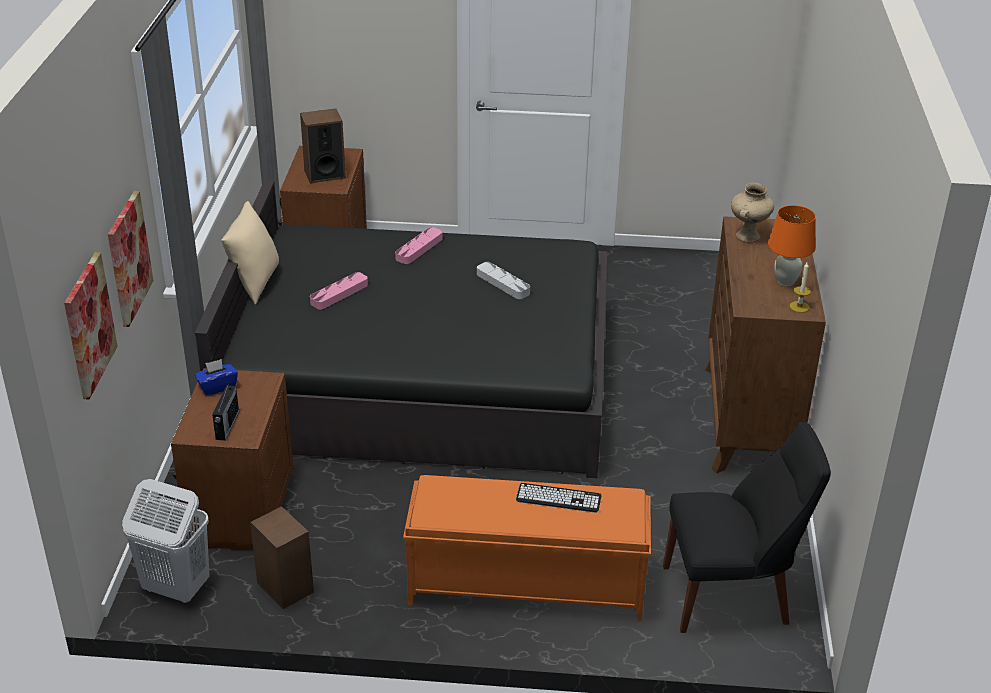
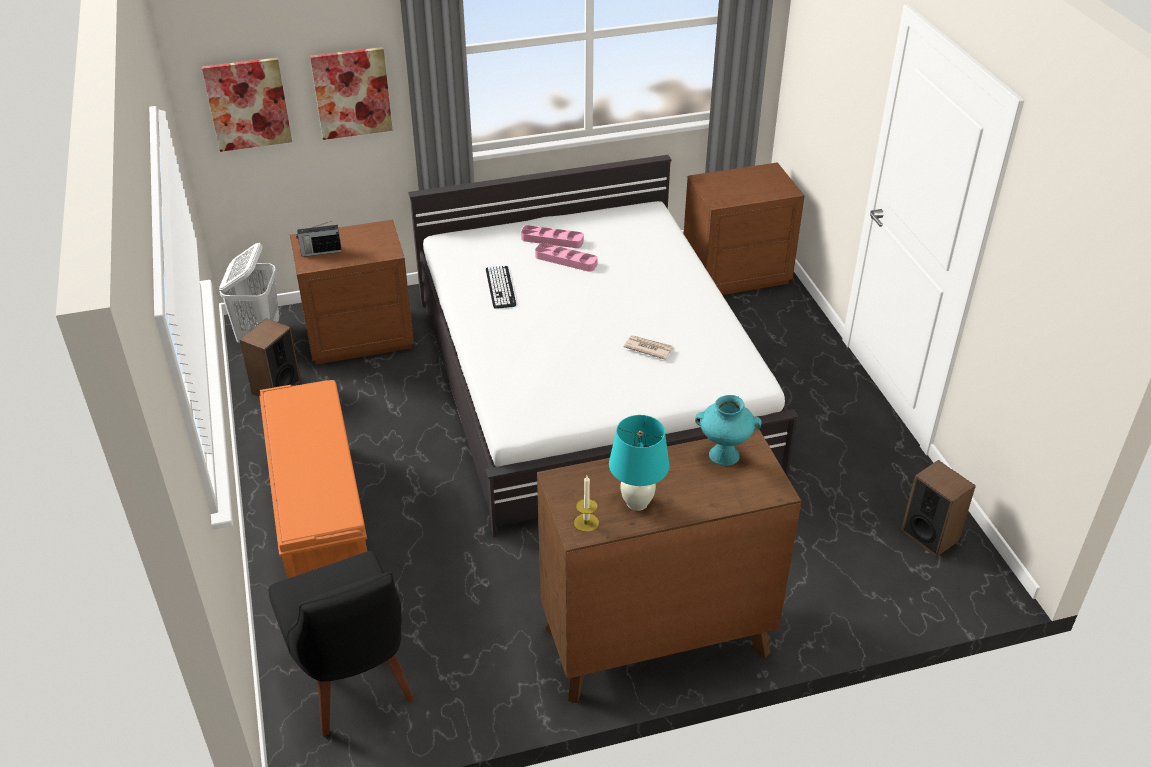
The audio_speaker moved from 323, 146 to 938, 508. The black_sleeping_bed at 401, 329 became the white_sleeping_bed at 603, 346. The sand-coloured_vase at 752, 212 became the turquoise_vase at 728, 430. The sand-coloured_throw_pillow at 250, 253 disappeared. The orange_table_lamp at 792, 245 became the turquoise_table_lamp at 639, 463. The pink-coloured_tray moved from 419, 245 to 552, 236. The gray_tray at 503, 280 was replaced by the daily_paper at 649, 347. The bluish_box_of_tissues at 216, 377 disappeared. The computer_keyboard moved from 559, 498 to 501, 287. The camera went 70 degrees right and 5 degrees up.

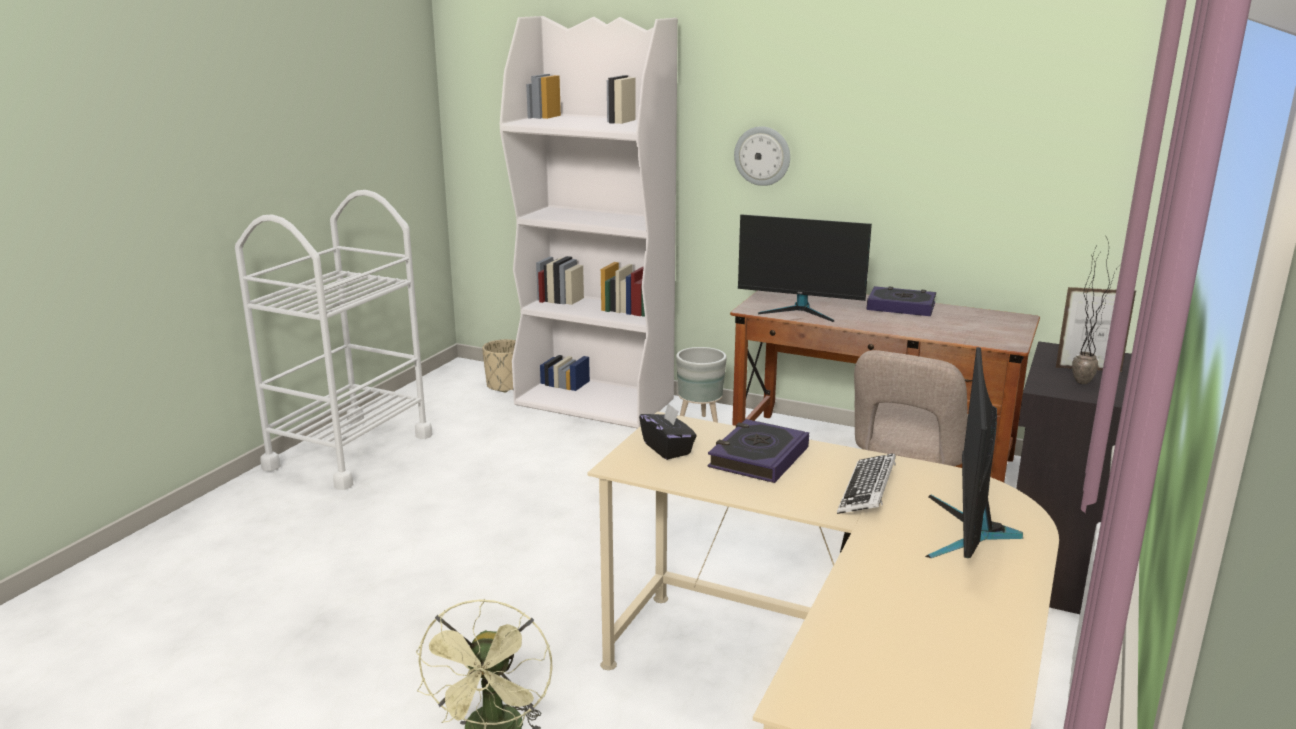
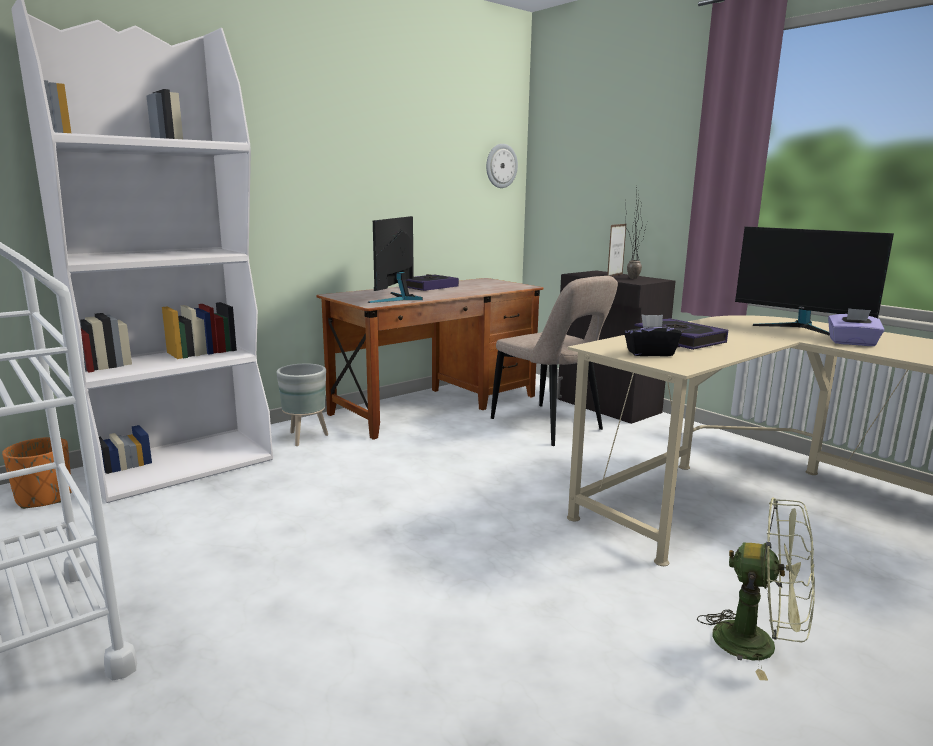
The clock_on_the_wall moved from 762, 156 to 502, 166. The computer_display at 805, 268 turned 150 degrees clockwise. The sand-coloured_flower_pot at 499, 365 became the orange_flower_pot at 37, 473. The computer_keyboard at 866, 483 disappeared. The purplish_box_of_tissues at 856, 327 appeared. The camera went 65 degrees left and 5 degrees down.

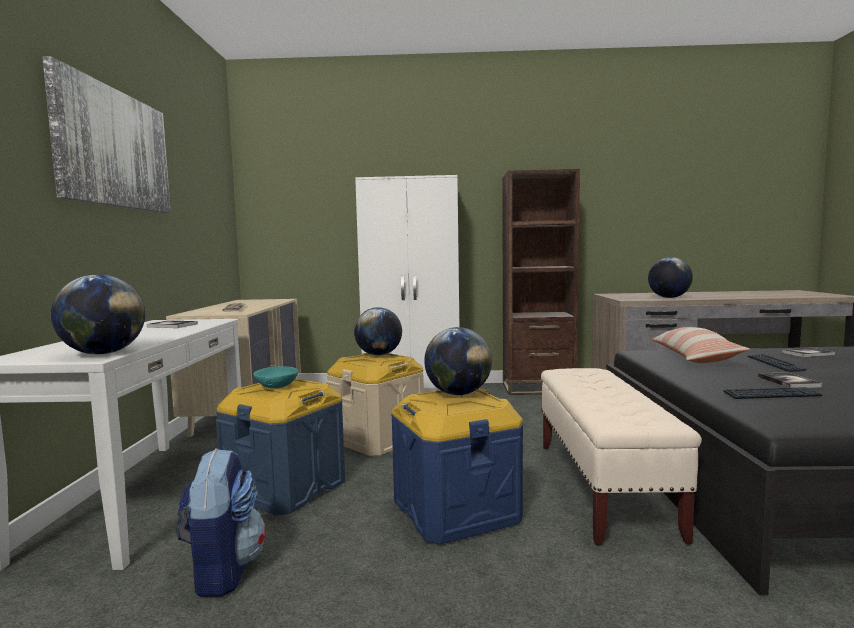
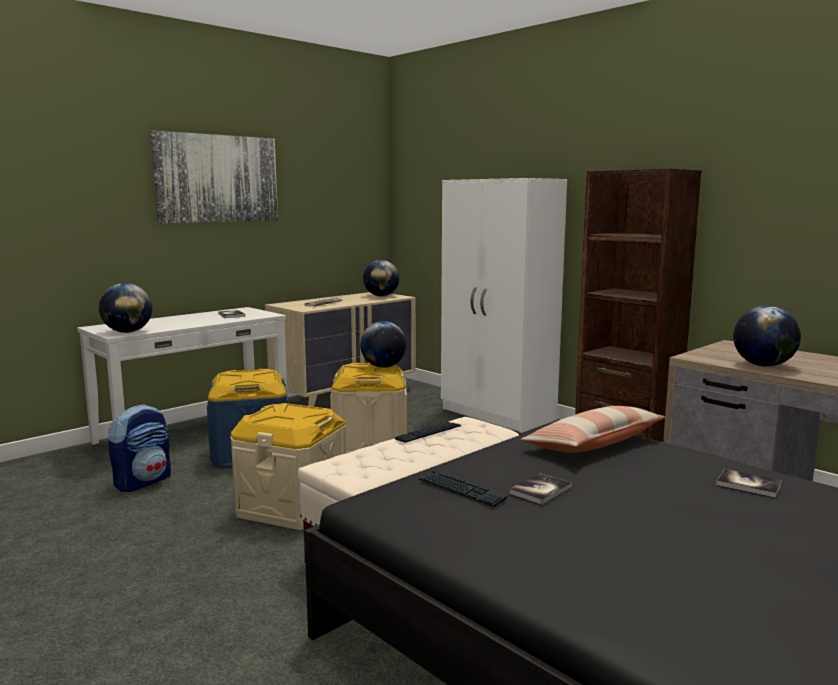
The globe moved from 458, 361 to 381, 278. The computer_keyboard moved from 777, 363 to 427, 432. The turquoise_deep_dish at 276, 377 disappeared. The bluish_storage_bin at 457, 466 became the sand-coloured_storage_bin at 288, 466. The camera went 45 degrees right and 5 degrees up.

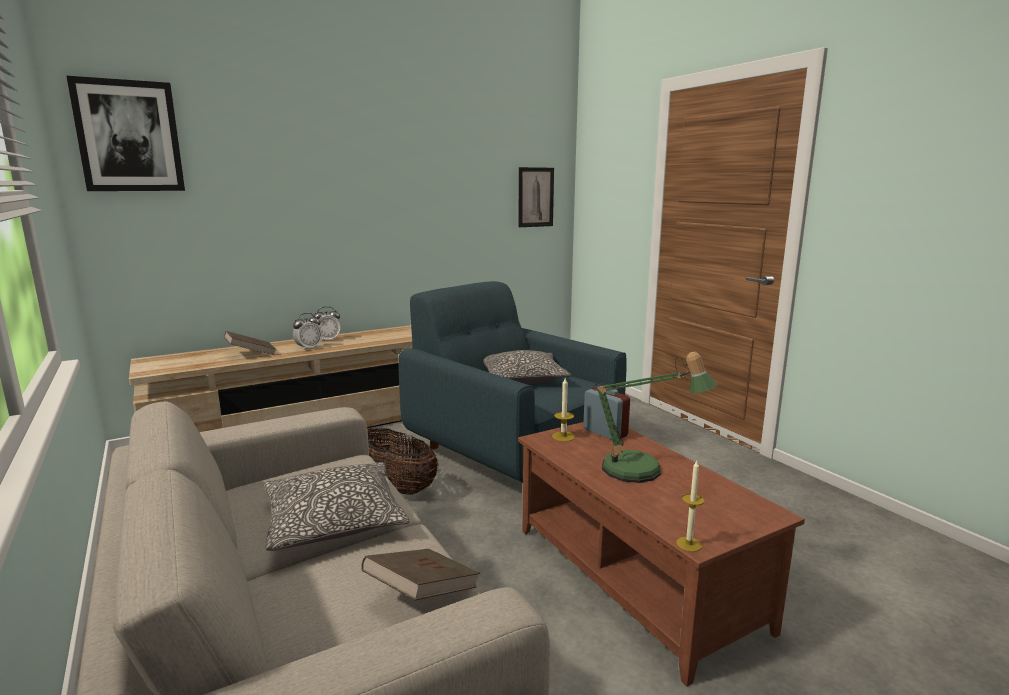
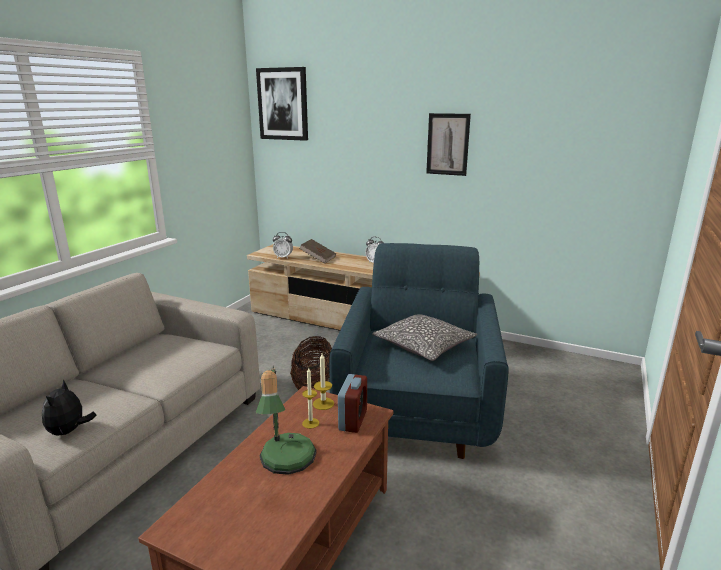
The picture moved from 536, 197 to 448, 144. The table_clock moved from 307, 332 to 283, 245. The wax_light moved from 690, 506 to 310, 398. The throw_pillow at 337, 506 disappeared. The brown-coloured_volume at 420, 574 was replaced by the plush_toy at 69, 408. The camera went 55 degrees right and 5 degrees up.

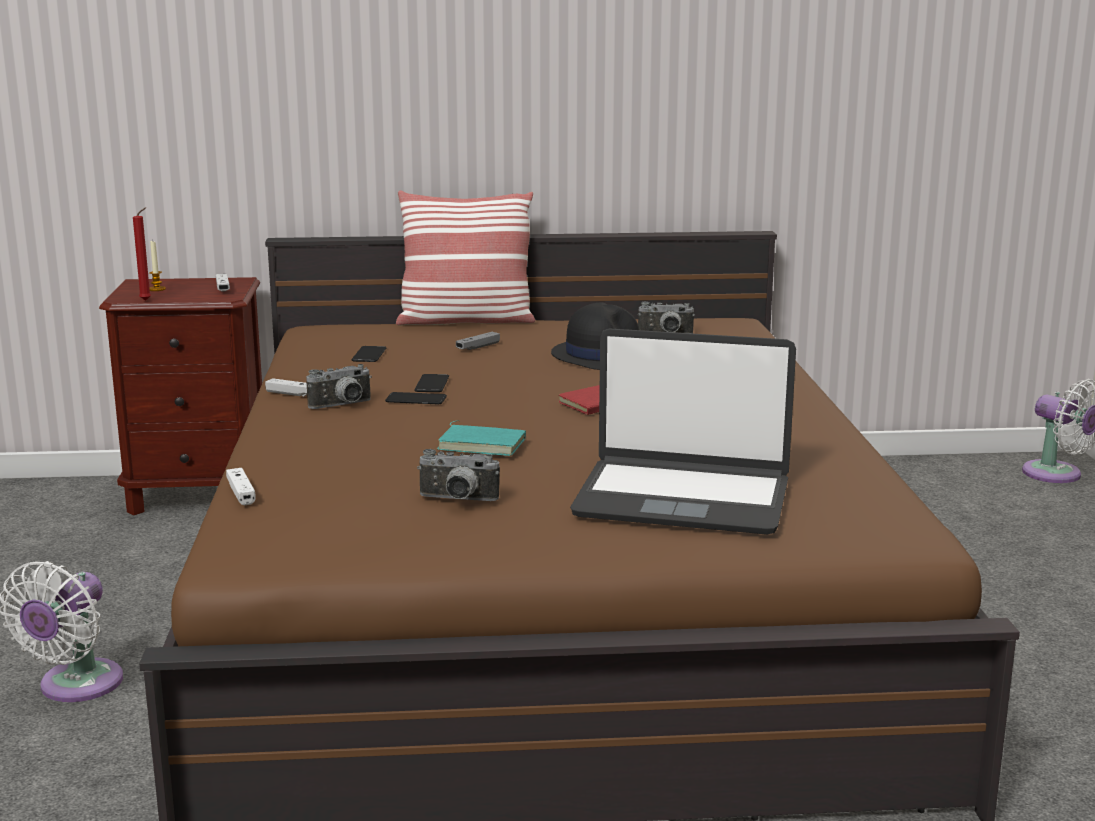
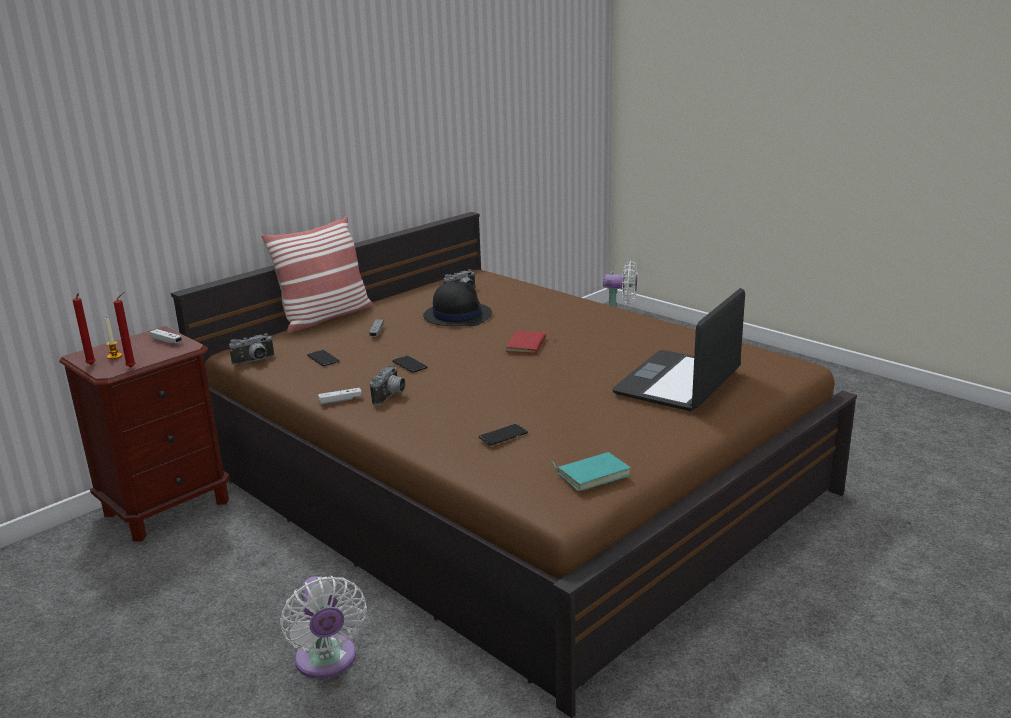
The laptop at 683, 431 turned 150 degrees clockwise. The handset moved from 416, 398 to 503, 434. The turquoise_volume moved from 481, 438 to 592, 471. The still_camera moved from 458, 475 to 251, 349. The white_gamepad at 240, 486 disappeared. The red-coloured_wax_light at 84, 329 appeared. The camera went 40 degrees left and 5 degrees up.

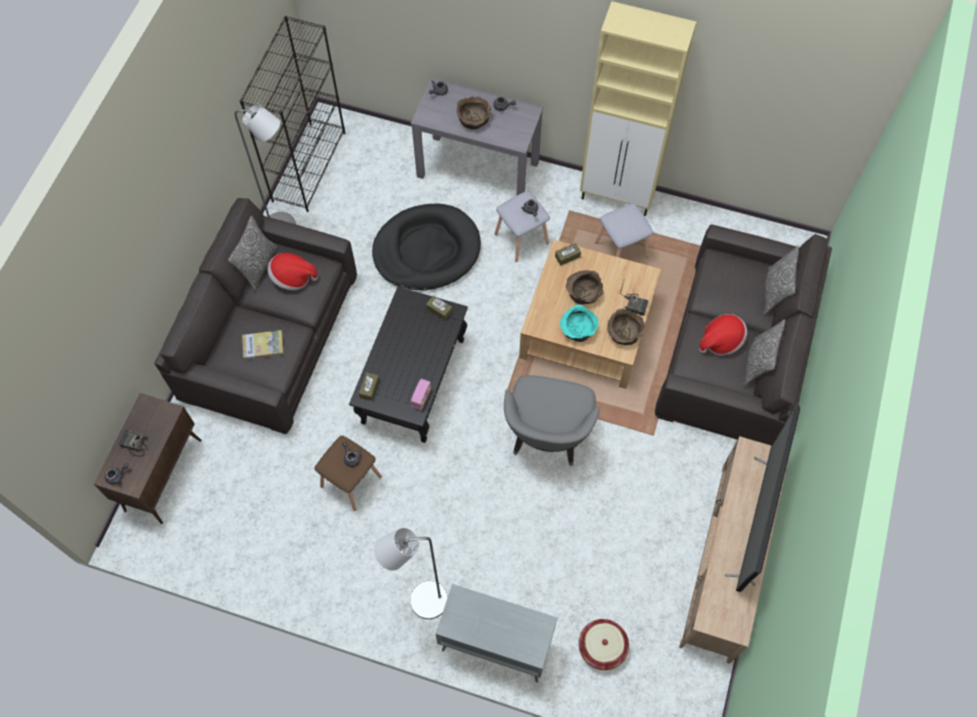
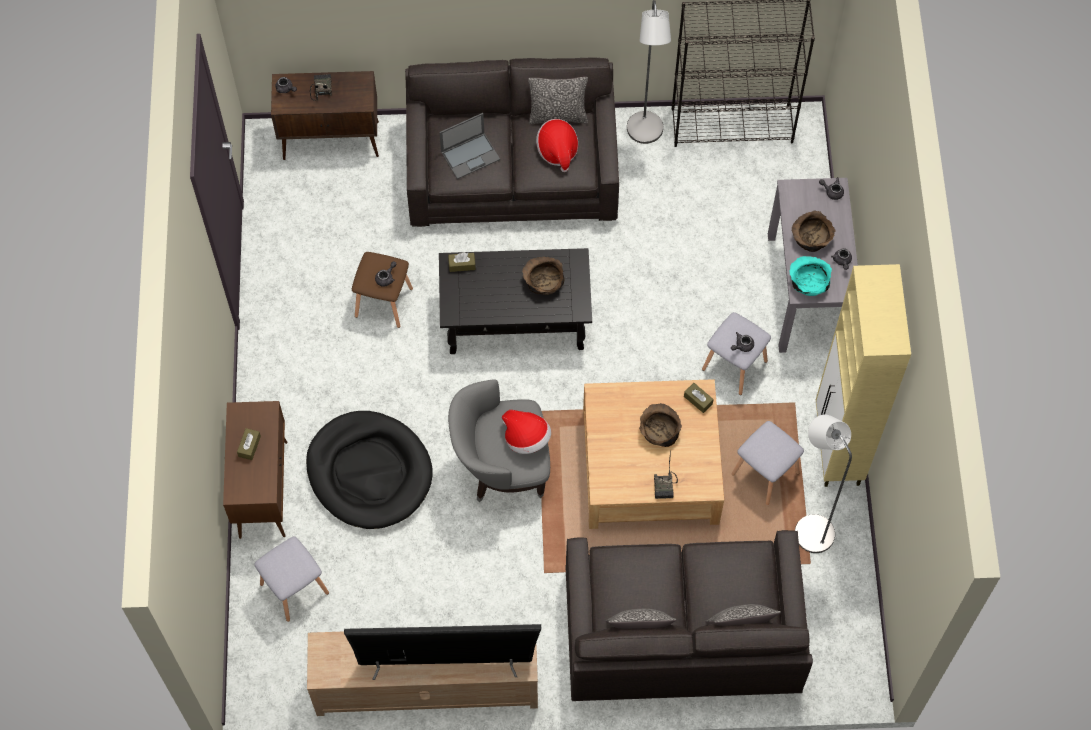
The black_dog_bed moved from 426, 247 to 369, 470. The brown-coloured_box_of_tissues moved from 439, 307 to 249, 444. The turquoise_deep_dish moved from 579, 323 to 811, 276. The brown-coloured_deep_dish moved from 626, 326 to 543, 275. The hat moved from 723, 334 to 526, 432. The volume at 263, 345 was replaced by the laptop at 469, 146. The radio at 421, 394 disappeared. The gray_standing_lamp moved from 411, 573 to 823, 483. The gray_storage_cabinet at 496, 633 became the brown-coloured_storage_cabinet at 255, 470. The household_basket at 604, 644 was replaced by the gray_stool_seat at 291, 579. The camera went 70 degrees right and 0 degrees up.

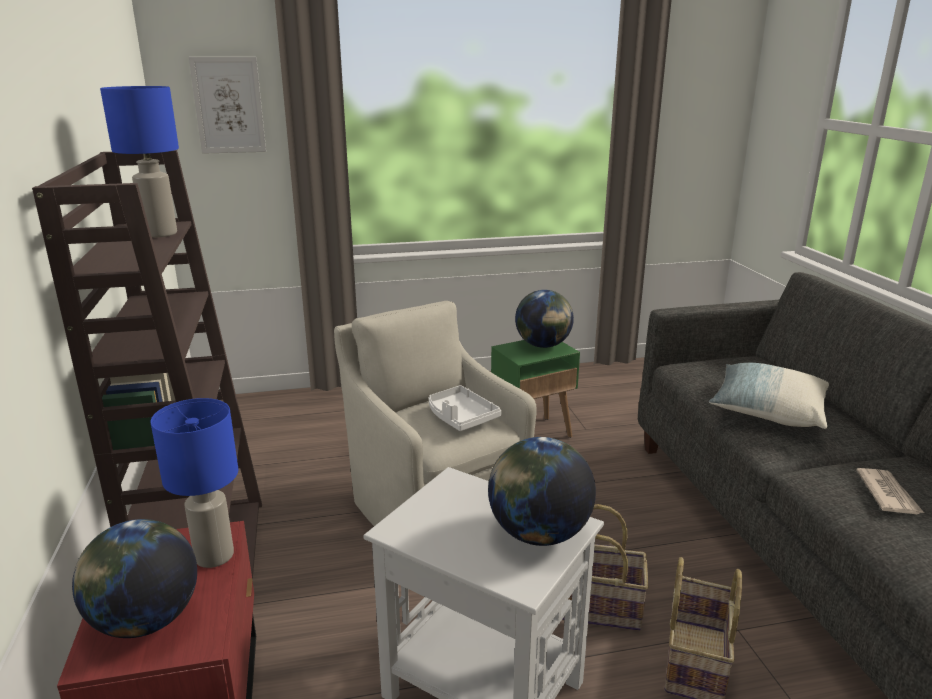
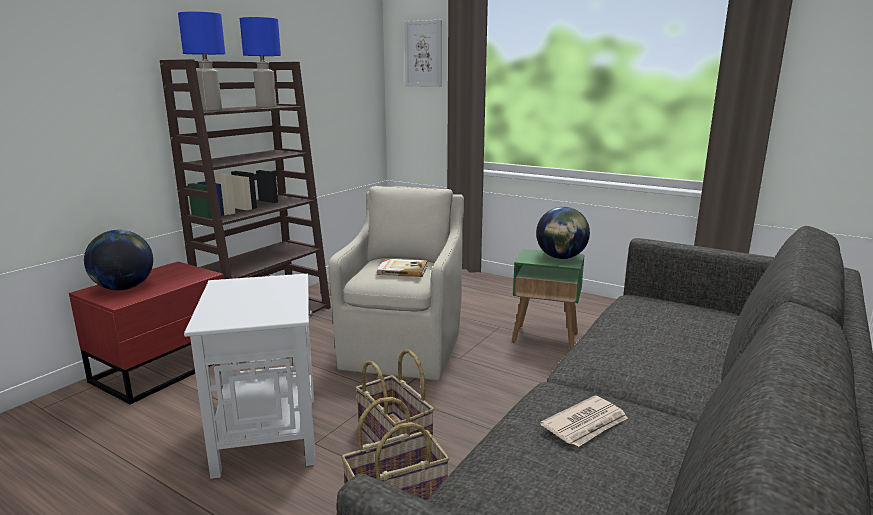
The throw_pillow at 769, 396 disappeared. The white_tray at 465, 408 was replaced by the volume at 402, 268. The bluish_table_lamp moved from 195, 483 to 201, 61. The globe at 542, 491 disappeared. The camera went 45 degrees right and 5 degrees down.

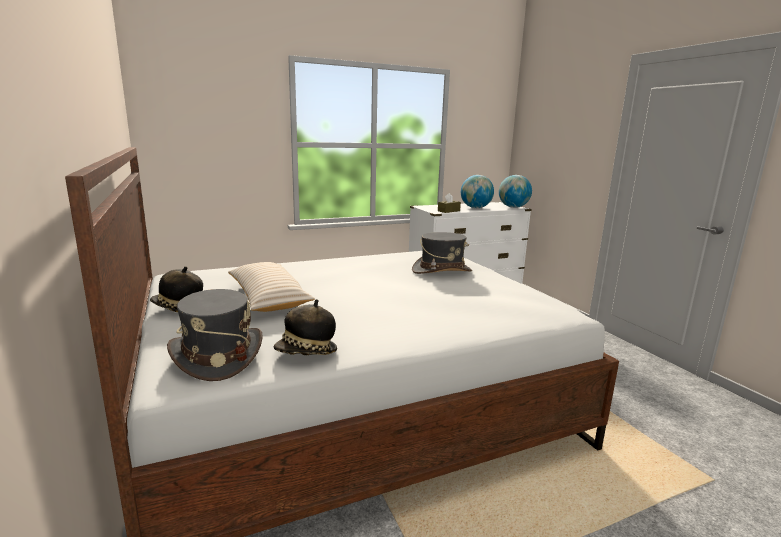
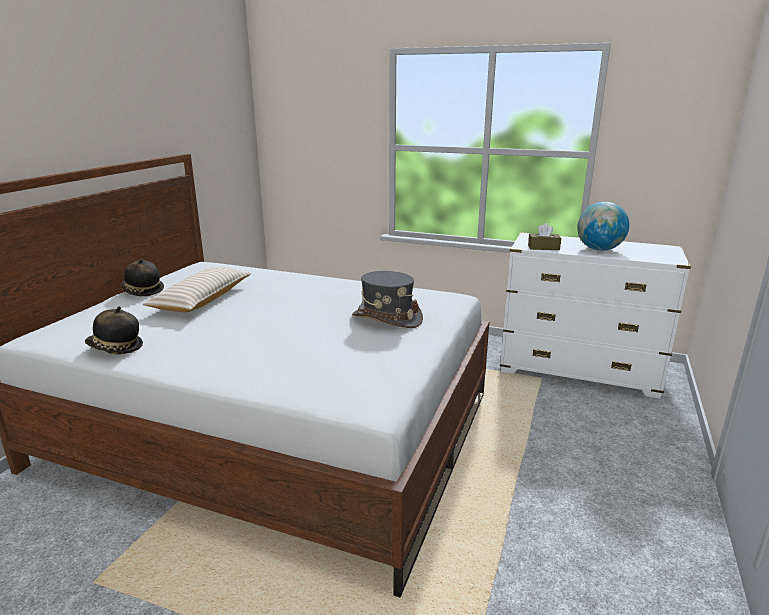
The globe at 515, 191 disappeared. The gray_hat at 215, 335 disappeared. The camera went 45 degrees right and 5 degrees up.

